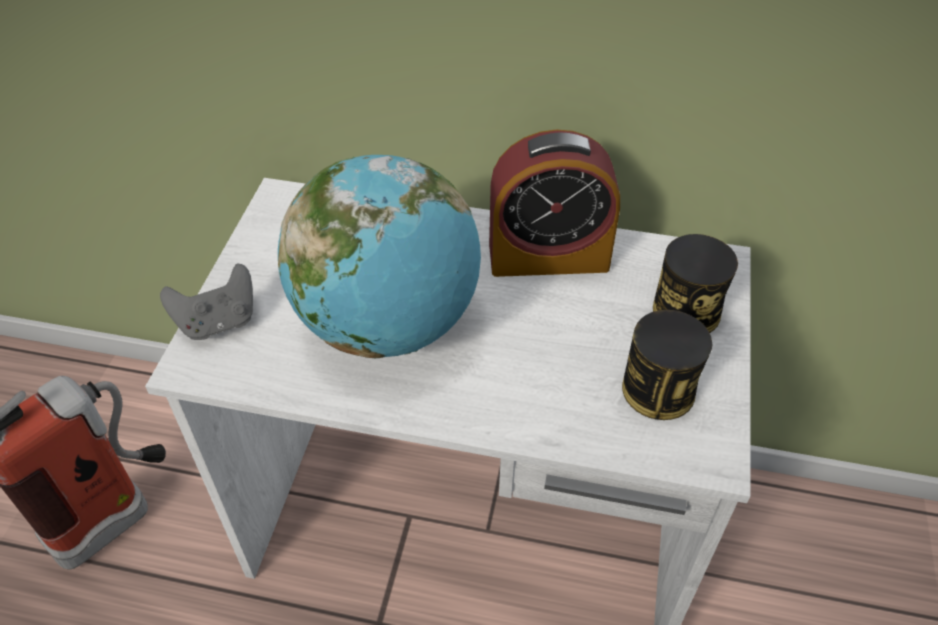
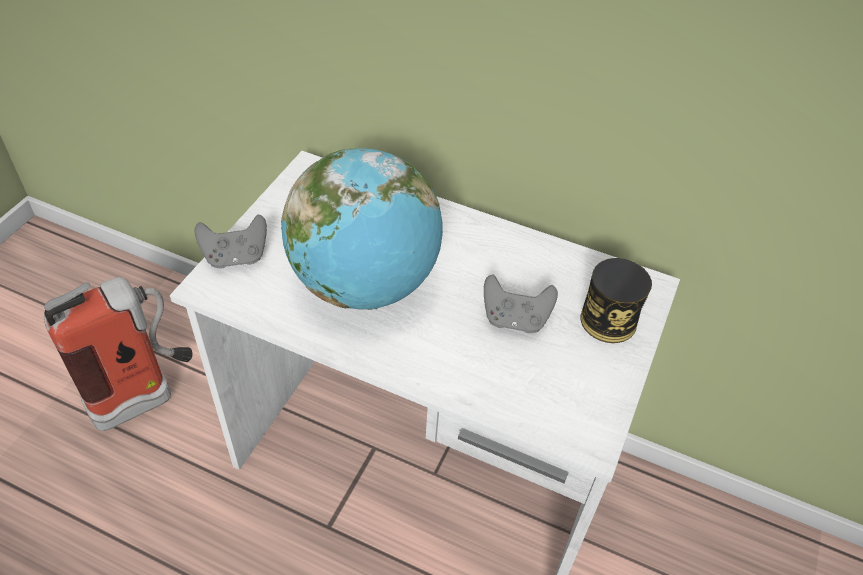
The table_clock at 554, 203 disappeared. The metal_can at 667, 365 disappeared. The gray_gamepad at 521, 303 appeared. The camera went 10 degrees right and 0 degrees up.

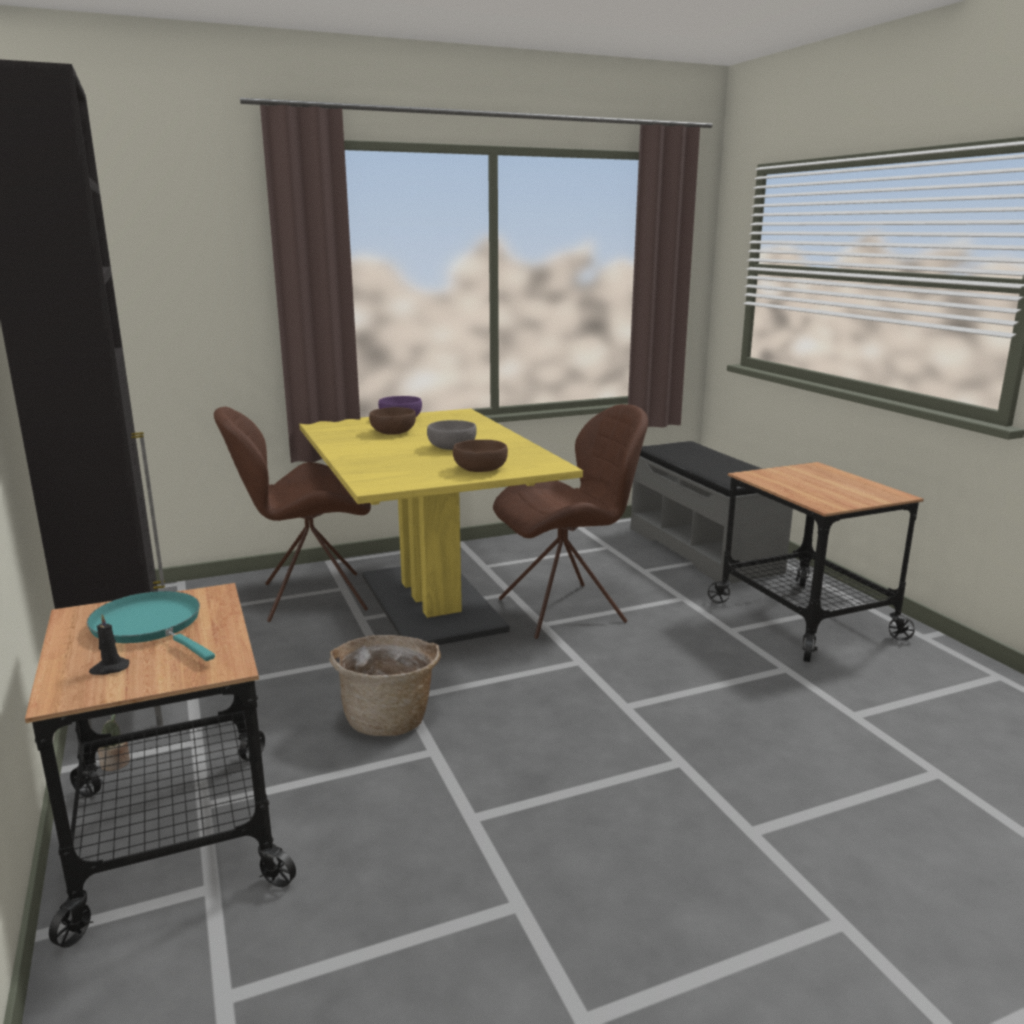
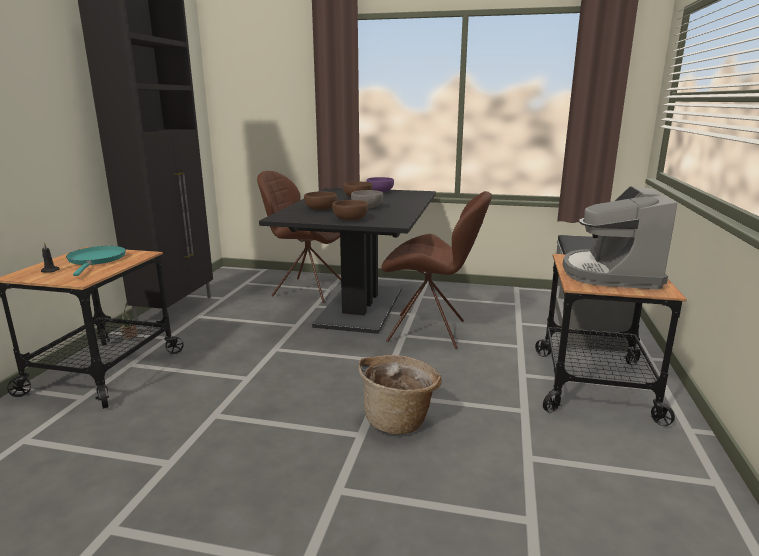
The yellow-coloured_dinner_table at 441, 527 became the black_dinner_table at 347, 261. The household_basket moved from 385, 685 to 400, 395. The coffee_maker at 619, 237 appeared. The brown-coloured_deep_dish at 320, 200 appeared. The camera went 35 degrees right and 0 degrees up.

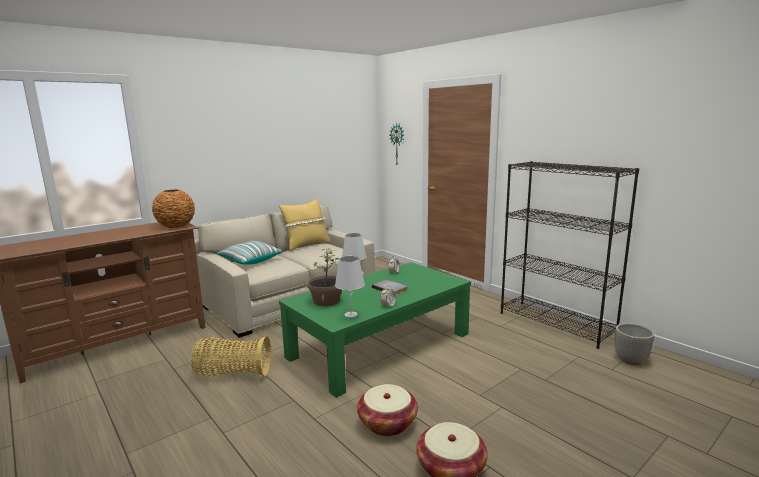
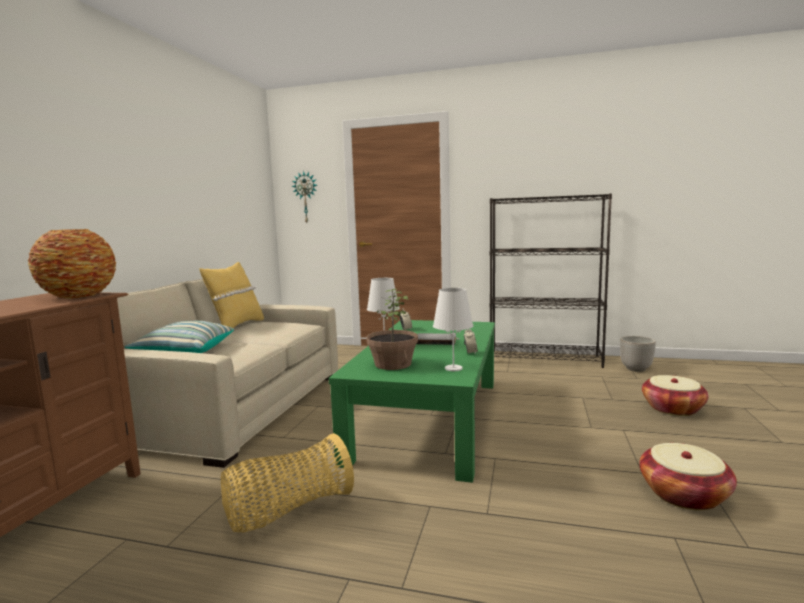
The household_basket moved from 387, 410 to 675, 395. The camera went 35 degrees left and 5 degrees down.

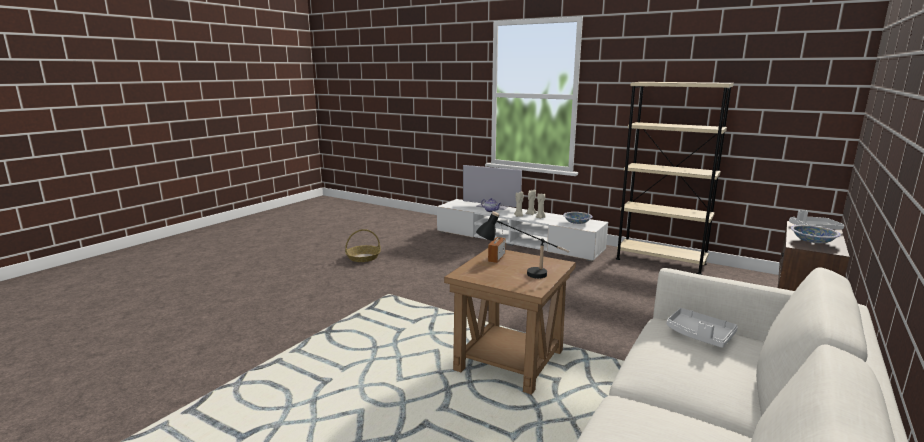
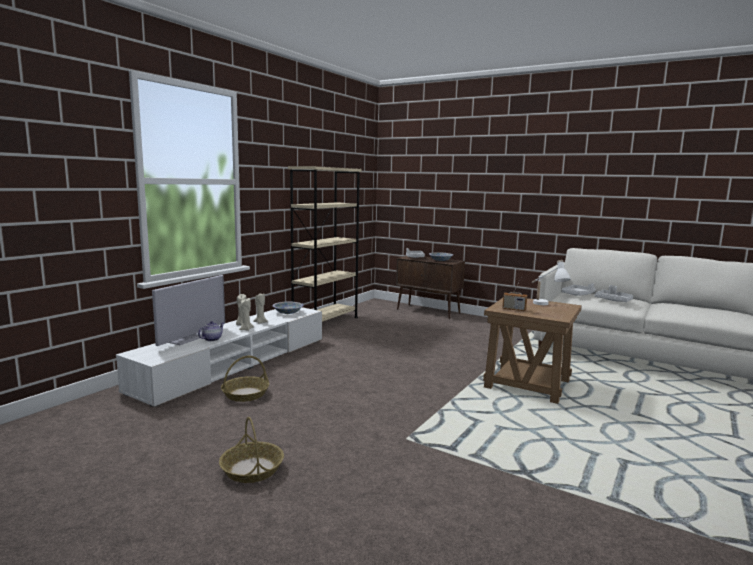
The black_table_lamp at 522, 245 became the white_table_lamp at 551, 282. The gray_tray at 614, 293 appeared. The household_basket at 245, 379 appeared. The camera went 90 degrees left and 5 degrees down.

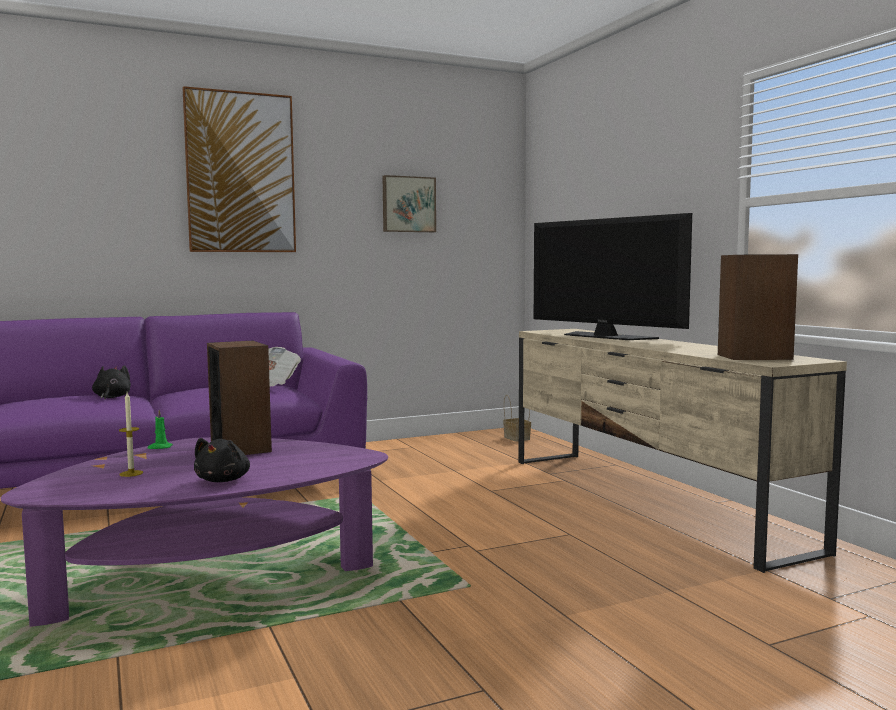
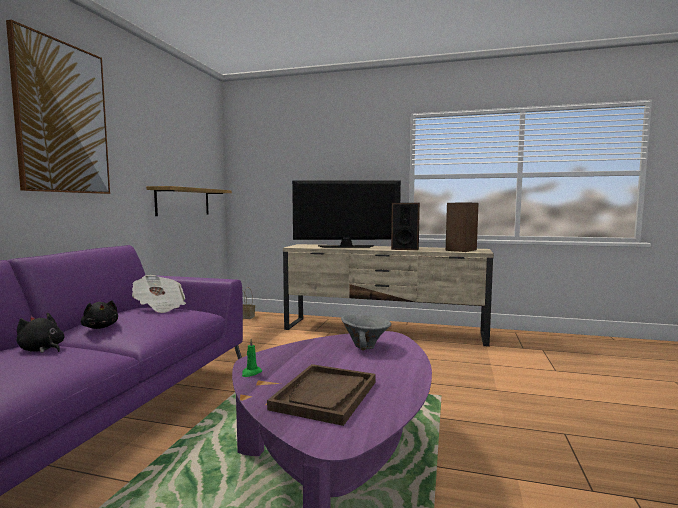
The picture at 409, 203 disappeared. The audio_speaker moved from 239, 398 to 405, 226. The wax_light at 131, 434 was replaced by the brown-coloured_tray at 321, 395. The black_plush_toy moved from 222, 460 to 99, 314. The wall_shelf at 189, 201 appeared. The gray_deep_dish at 366, 333 appeared. The camera went 50 degrees left and 0 degrees up.

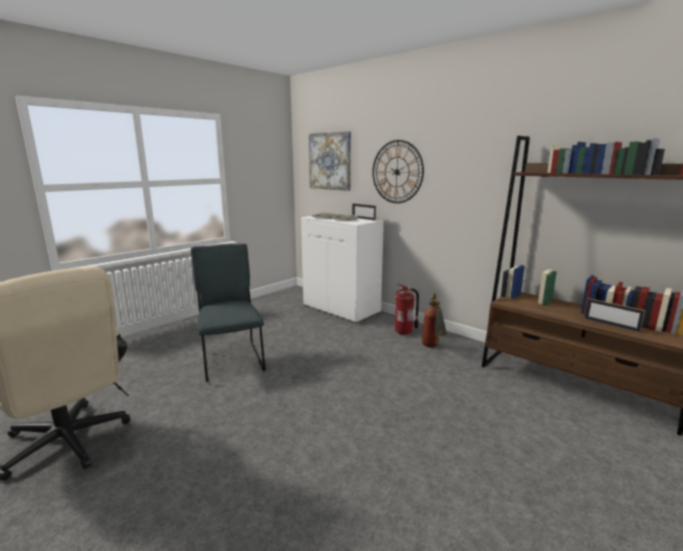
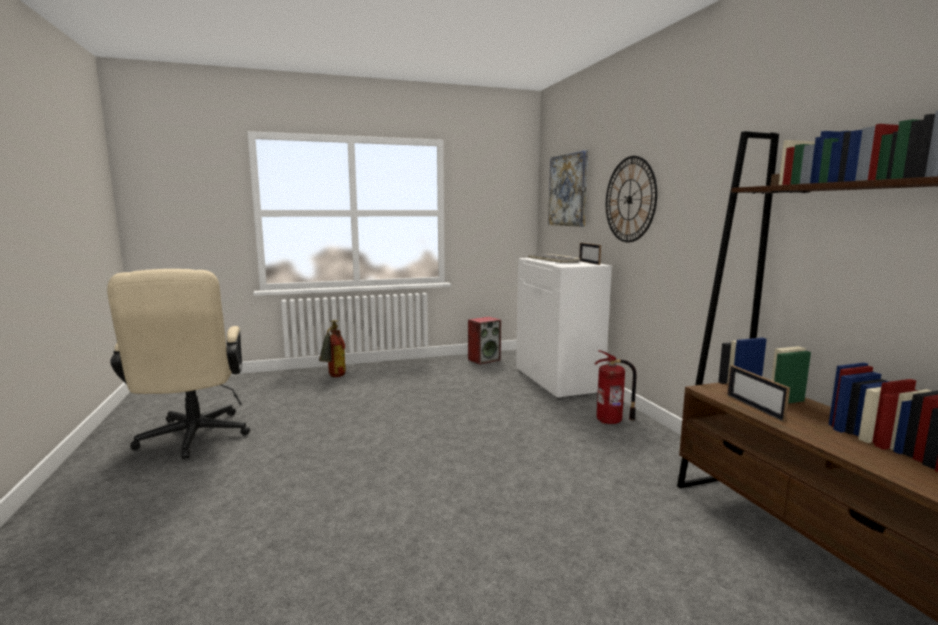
The gray_upright_chair at 228, 313 disappeared. The fire-fighting_cylinder moved from 434, 320 to 332, 348. The photo_frame moved from 615, 315 to 758, 393. The audio_speaker at 484, 340 appeared. The camera went 30 degrees right and 5 degrees down.

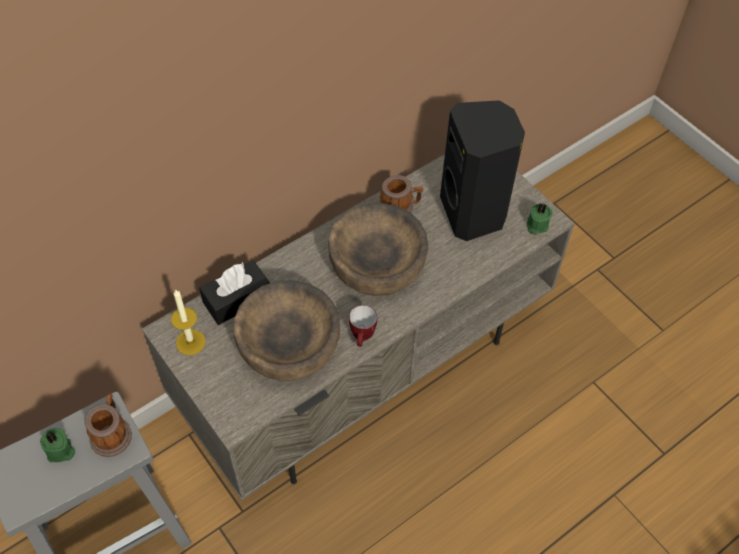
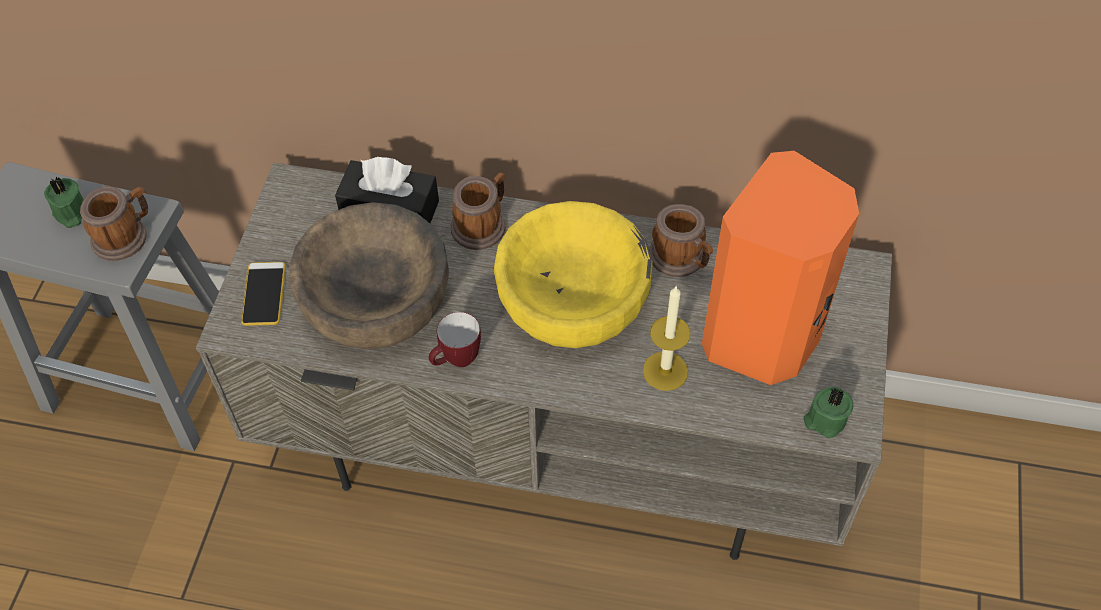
The black_audio_speaker at 482, 170 became the orange_audio_speaker at 780, 268. The brown-coloured_deep_dish at 378, 249 became the yellow-coloured_deep_dish at 573, 274. The wax_light moved from 188, 322 to 667, 339. The mug at 478, 211 appeared. The handset at 263, 294 appeared. The camera went 50 degrees right and 0 degrees up.

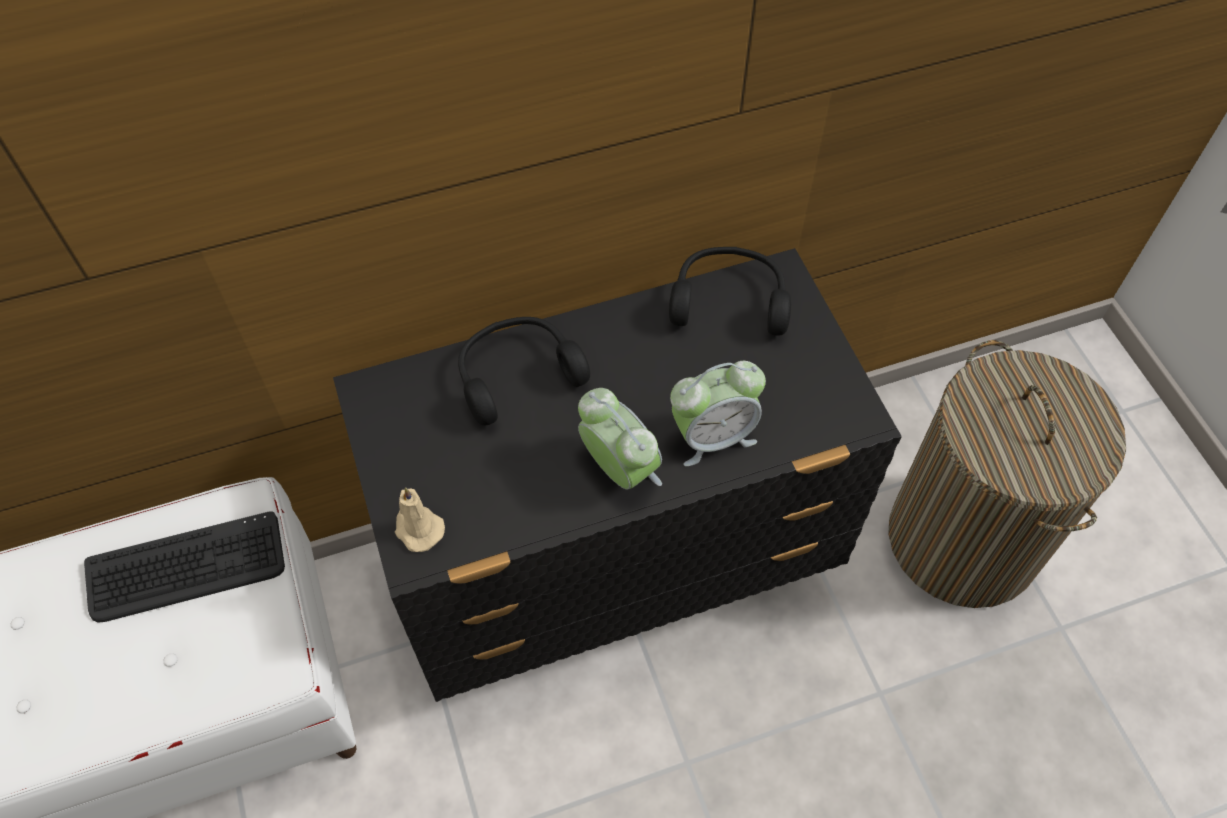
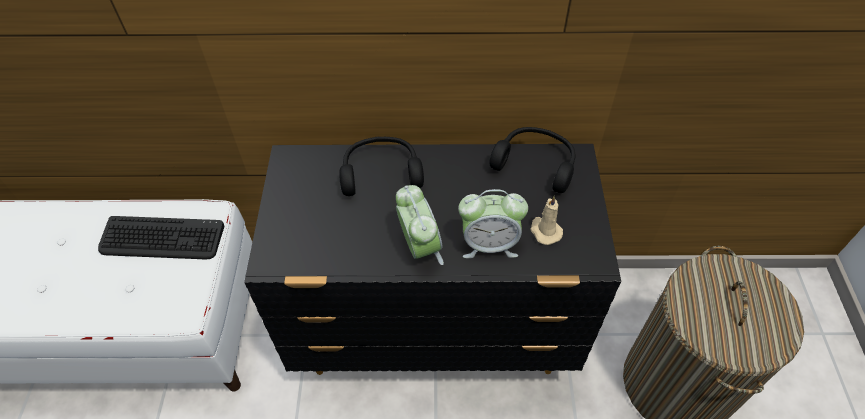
The sand-coloured_wax_light moved from 420, 519 to 546, 220. The camera went 20 degrees right and 5 degrees down.

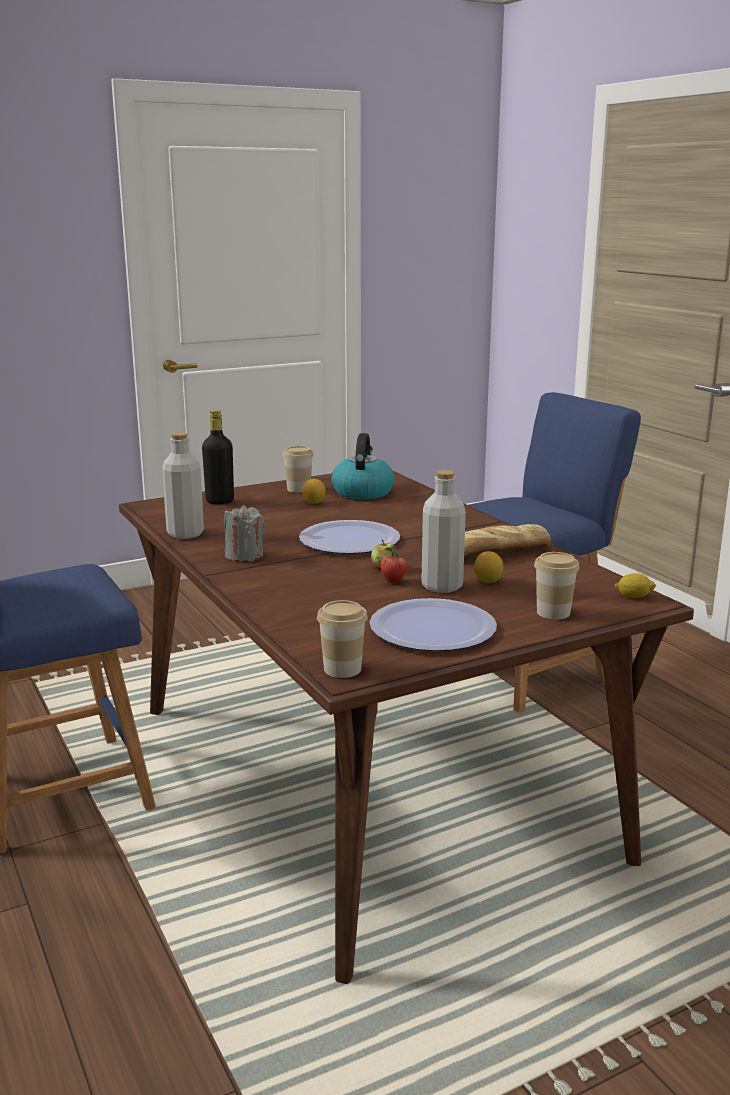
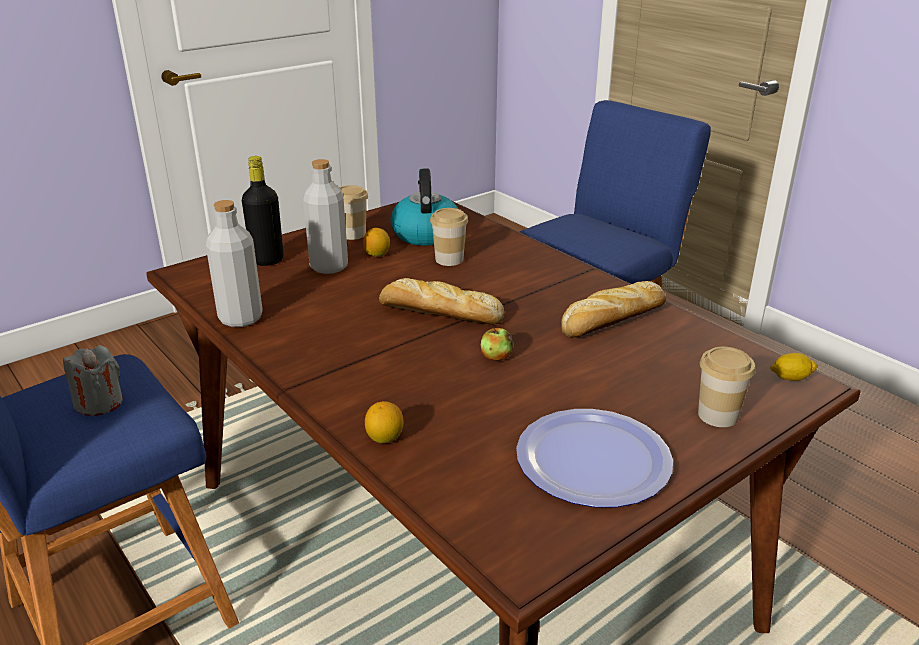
The gray_bottle moved from 444, 531 to 325, 216. The gray_wax_light moved from 244, 533 to 93, 381. The dinner_plate at 349, 537 was replaced by the bread at 442, 301. The apple at 394, 565 disappeared. The citrus_fruit moved from 488, 567 to 384, 422. The small_cup moved from 342, 639 to 449, 237. The camera went 10 degrees left and 10 degrees up.

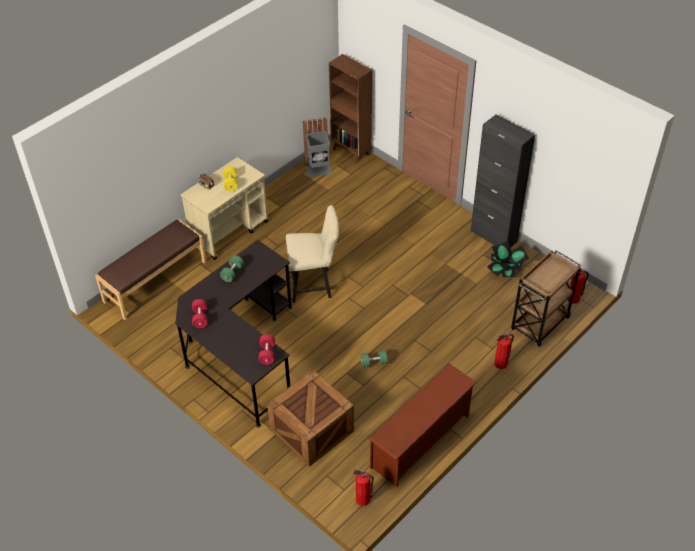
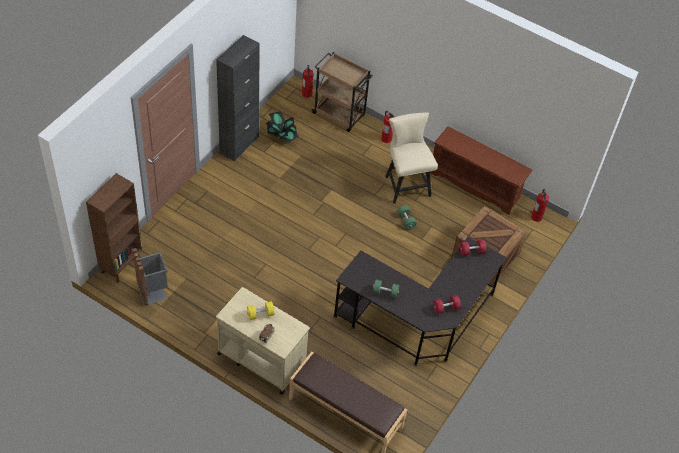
The sand-coloured_upright_chair moved from 312, 254 to 411, 157. The camera went 105 degrees left and 5 degrees up.

